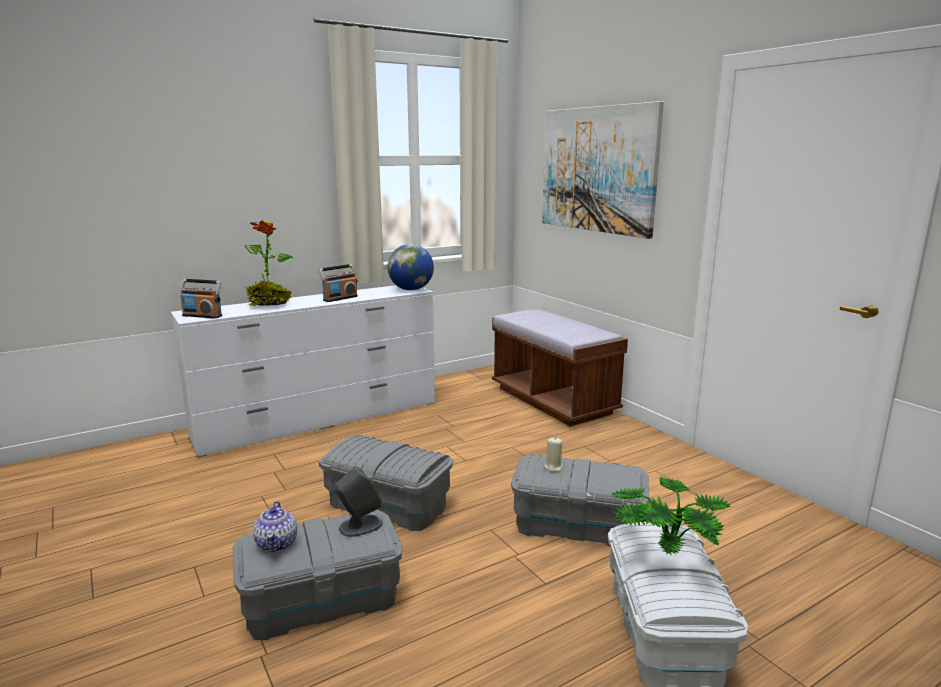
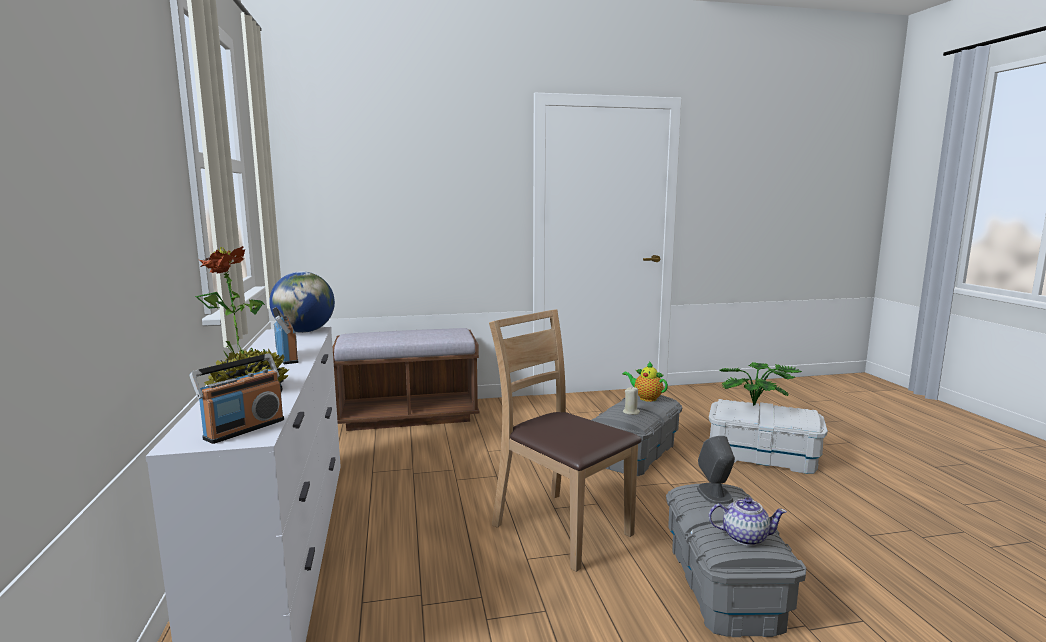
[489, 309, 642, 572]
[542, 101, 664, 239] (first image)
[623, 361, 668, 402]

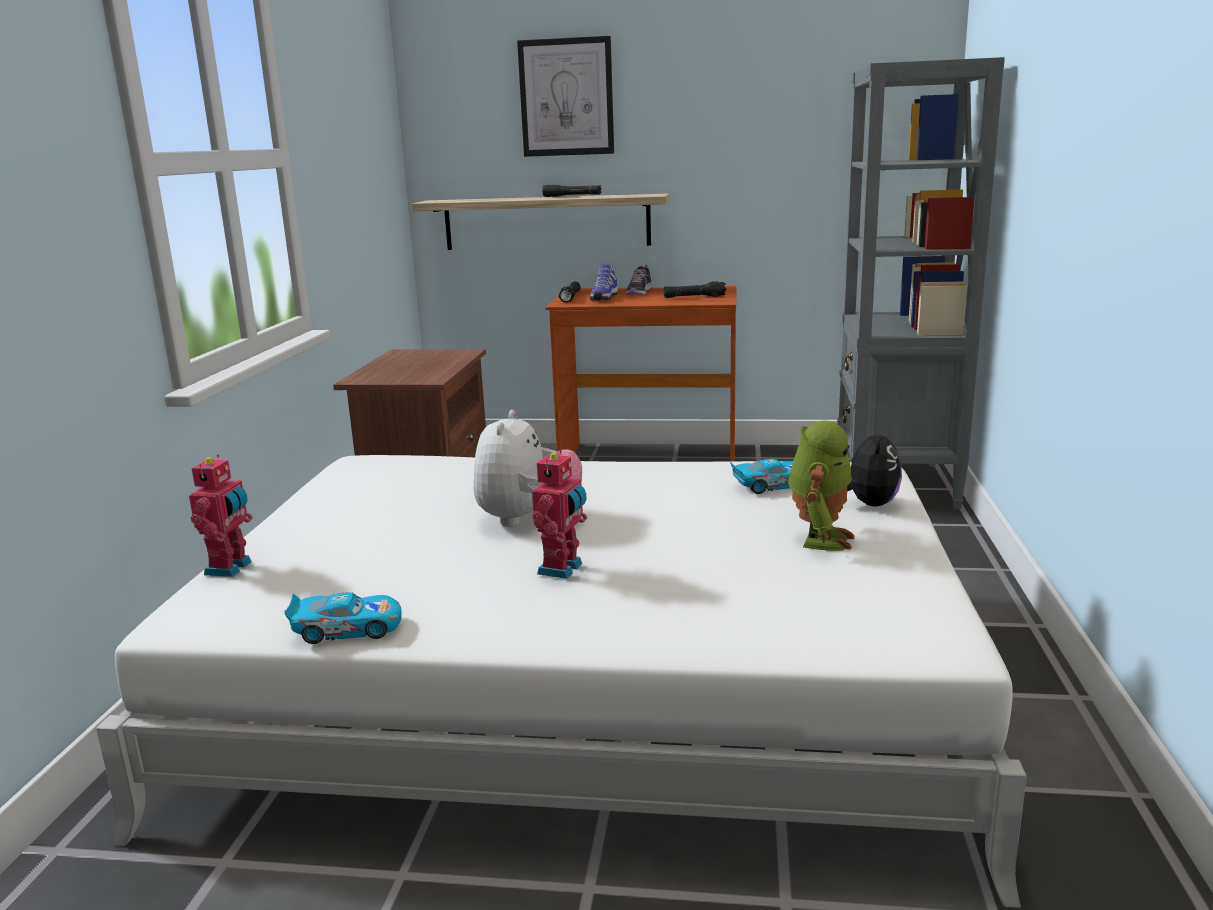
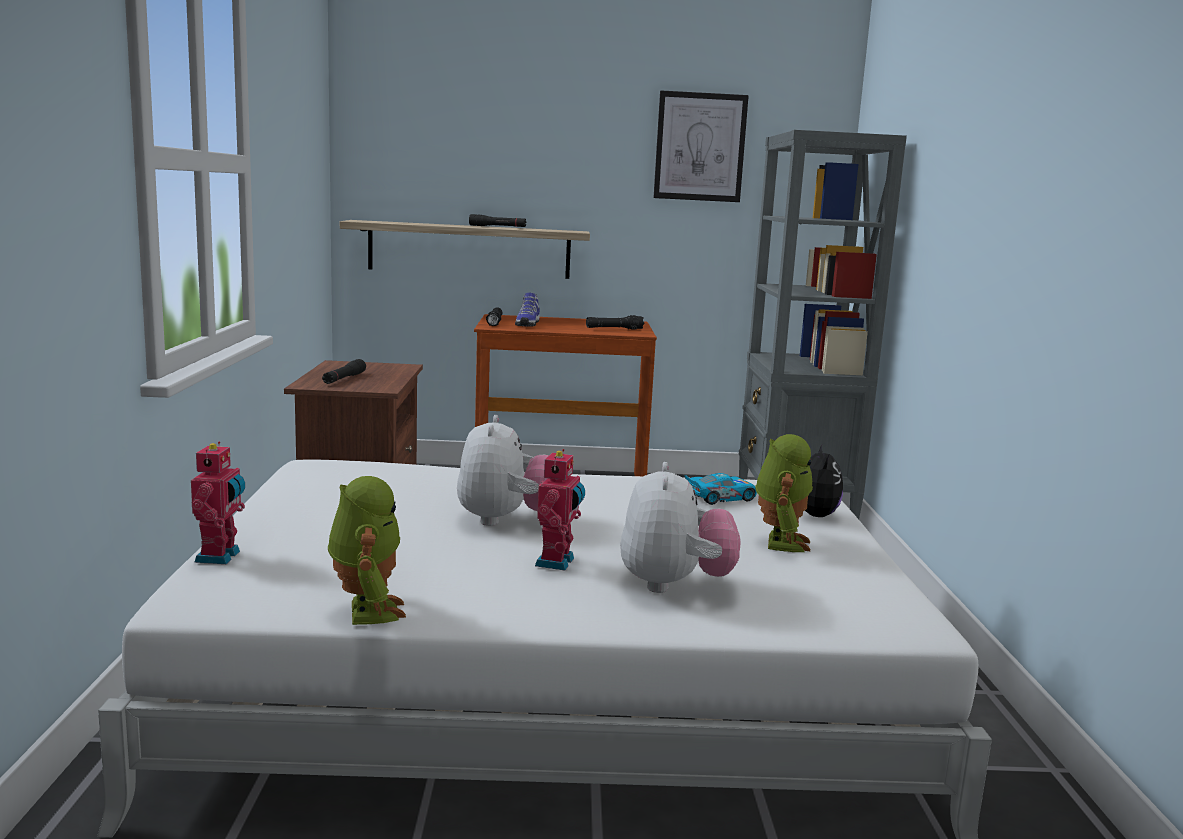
[328, 476, 406, 625]
[654, 90, 749, 202]
[625, 265, 652, 295] (first image)
[322, 359, 366, 384]
[620, 462, 740, 593]

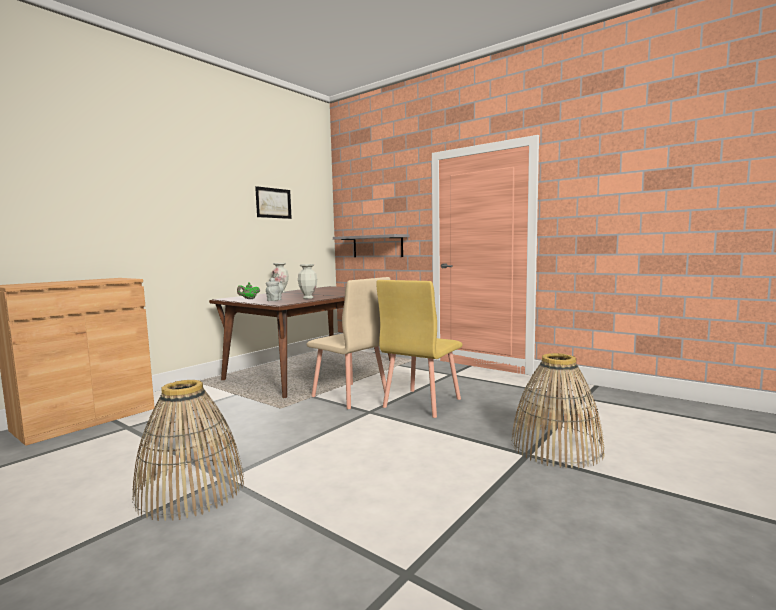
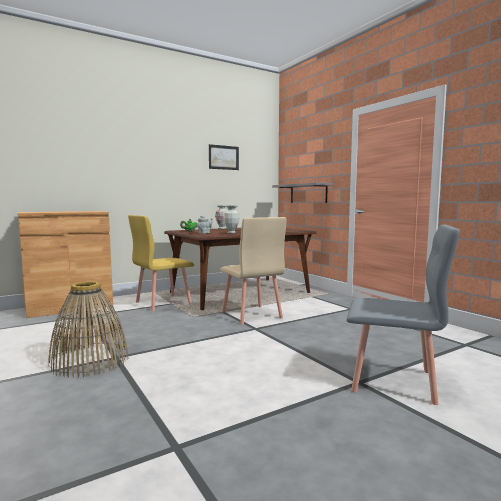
[128, 215, 194, 311]
[347, 224, 460, 405]

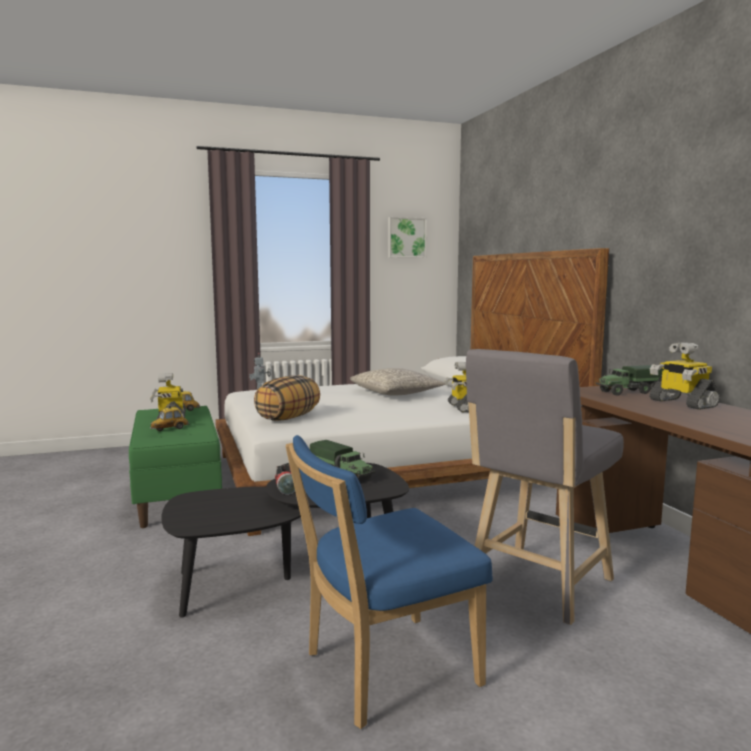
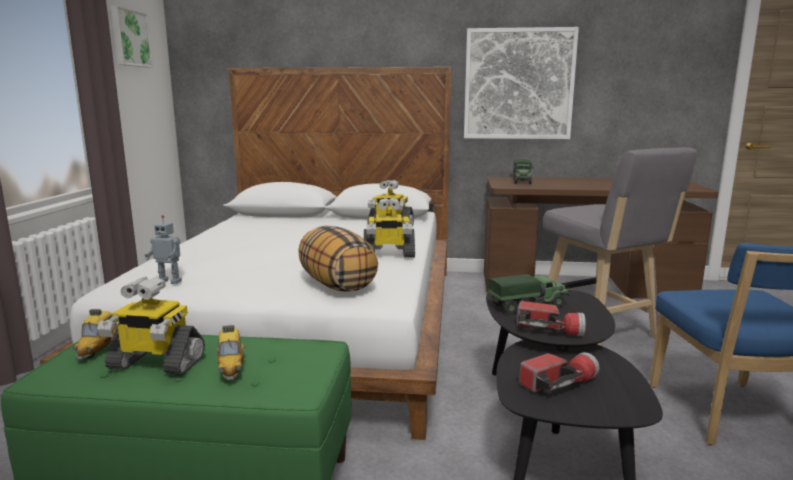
[350, 368, 445, 395] (first image)
[364, 198, 415, 258]
[464, 27, 579, 139]
[519, 352, 600, 393]

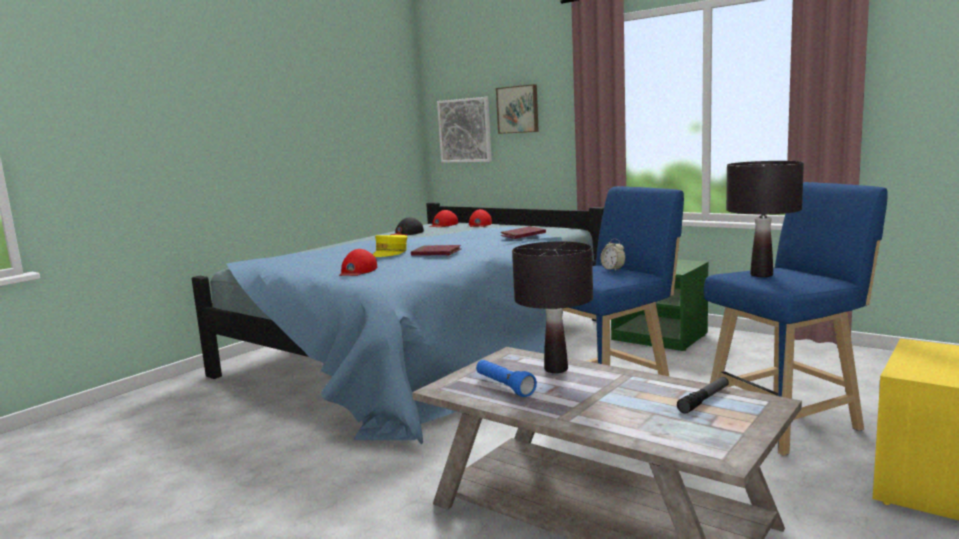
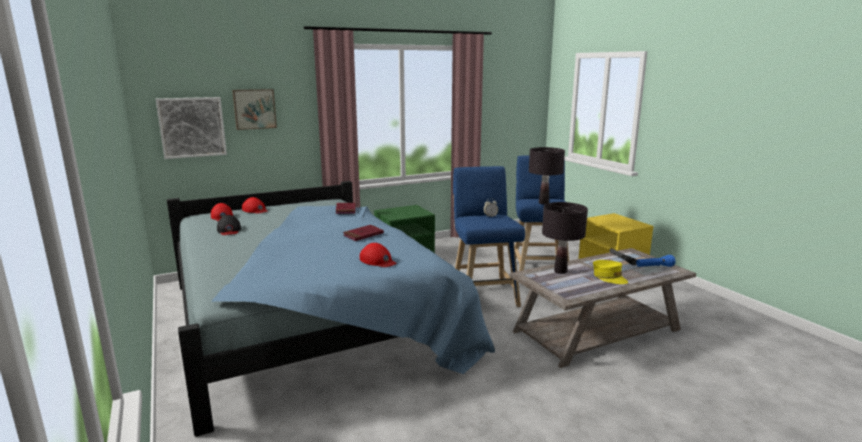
[593, 260, 628, 284]
[636, 255, 676, 267]

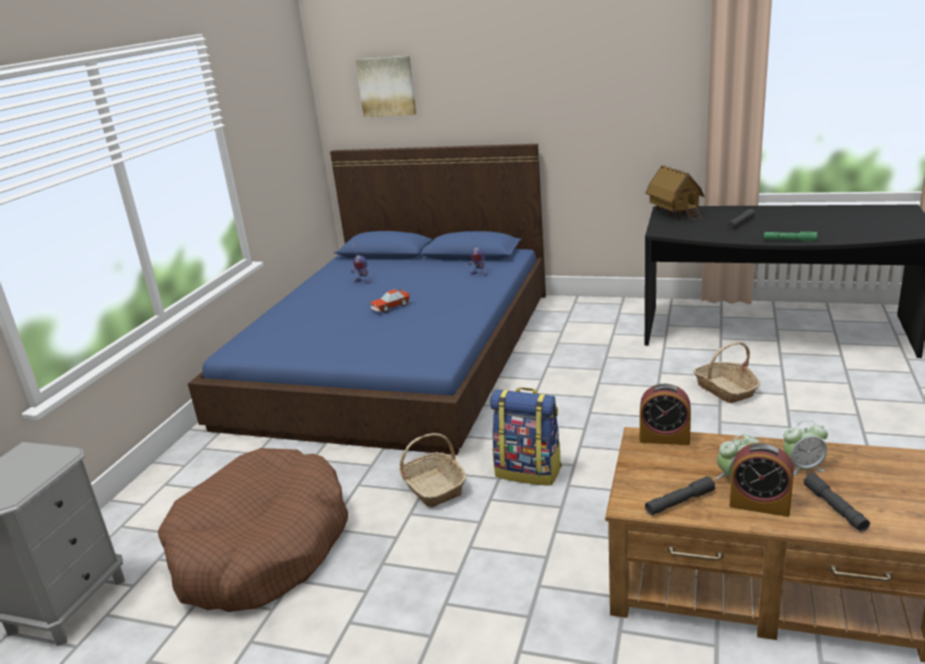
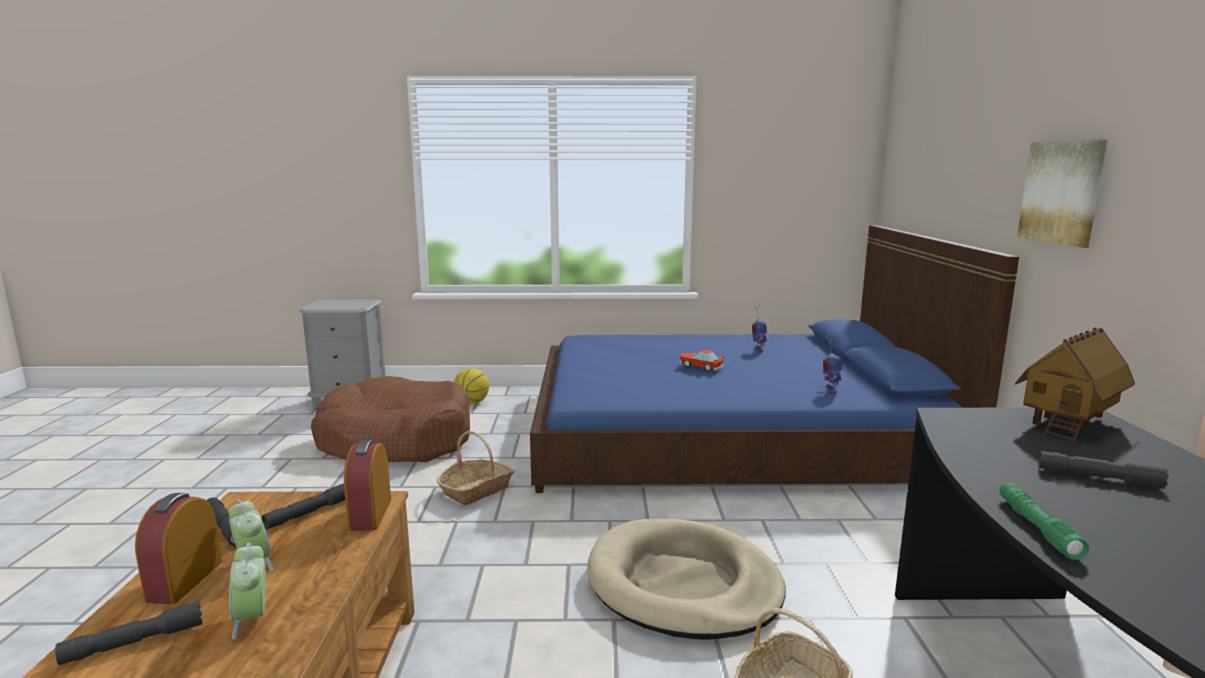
[1017, 139, 1108, 248]
[490, 388, 562, 486] (first image)
[262, 483, 345, 529]
[454, 368, 489, 404]
[587, 519, 786, 640]

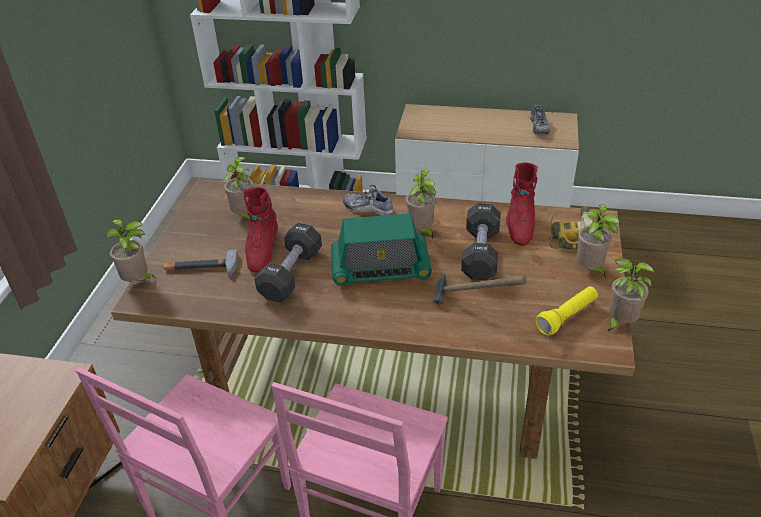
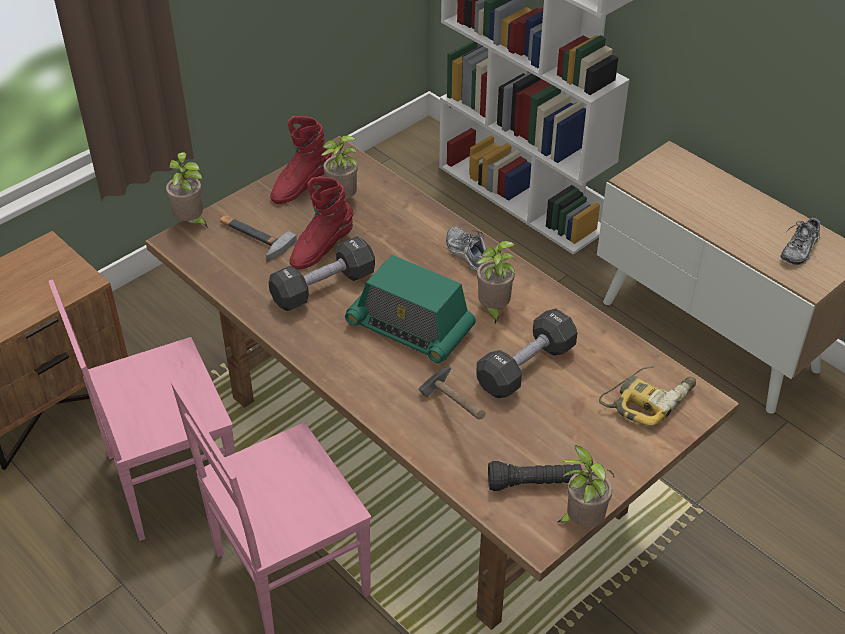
[270, 116, 332, 204]
[488, 461, 582, 491]
[576, 204, 619, 279] (first image)

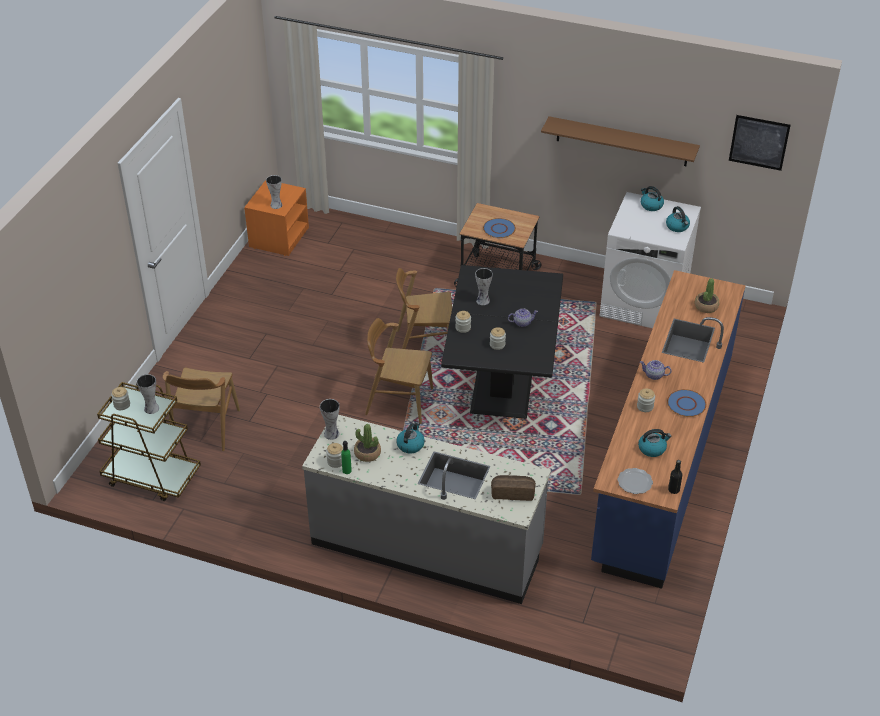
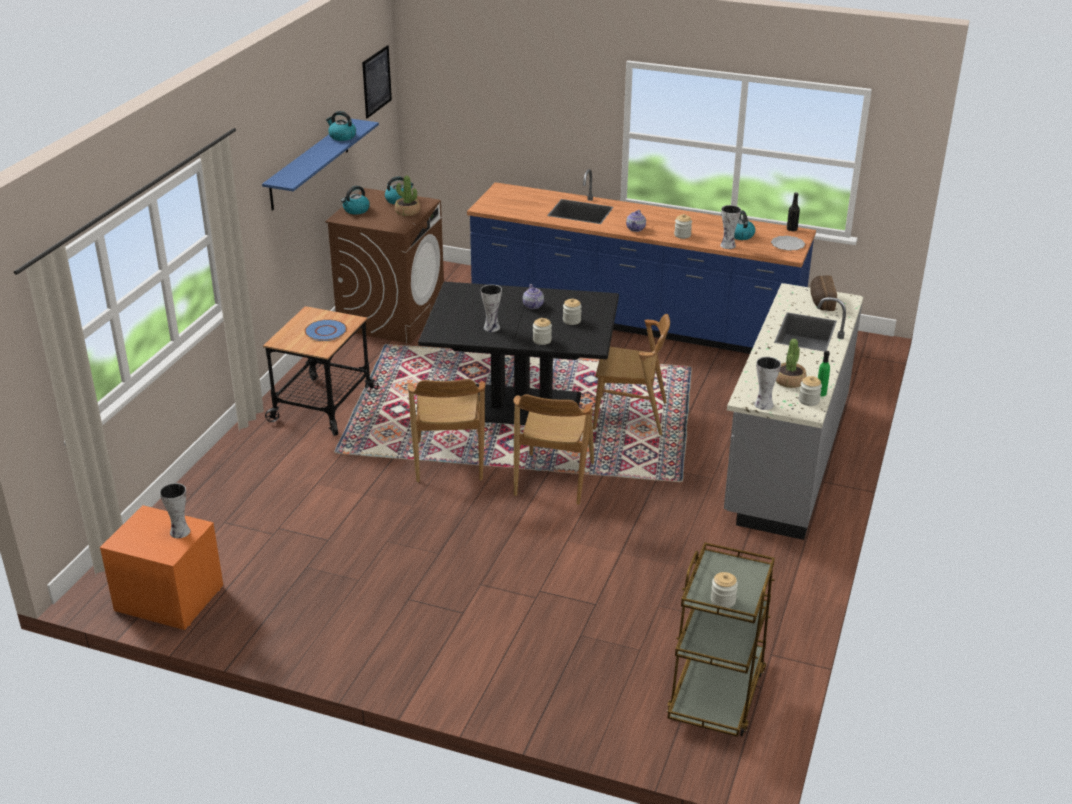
[720, 205, 741, 249]
[593, 314, 670, 435]
[326, 111, 356, 141]
[262, 119, 379, 211]
[325, 188, 444, 344]
[667, 389, 706, 417] (first image)
[395, 176, 420, 216]

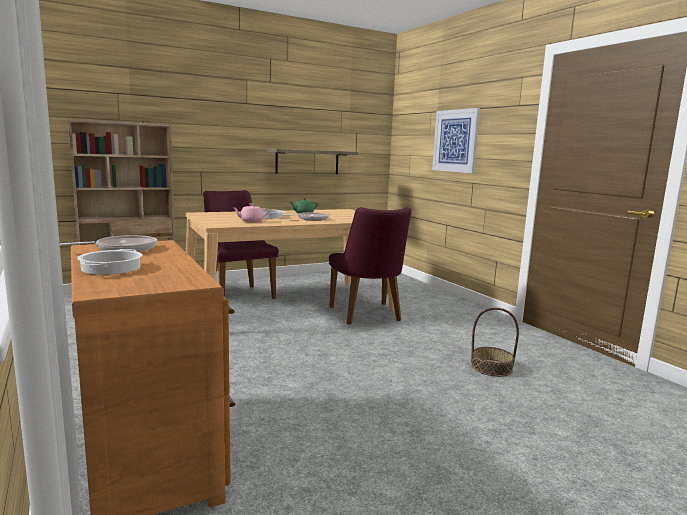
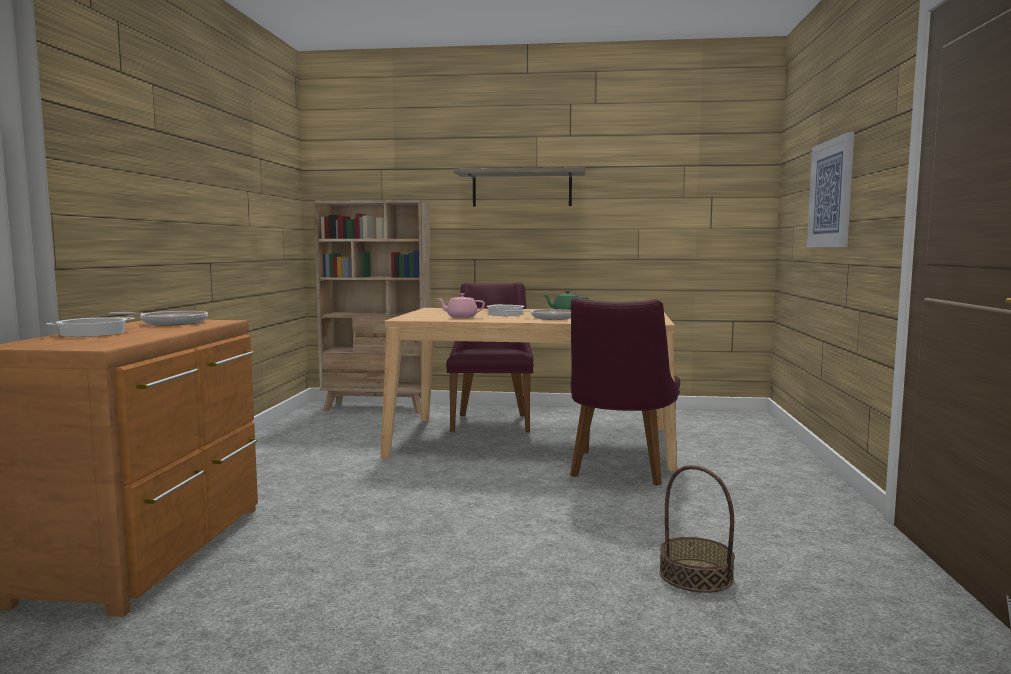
[454, 167, 585, 207]

